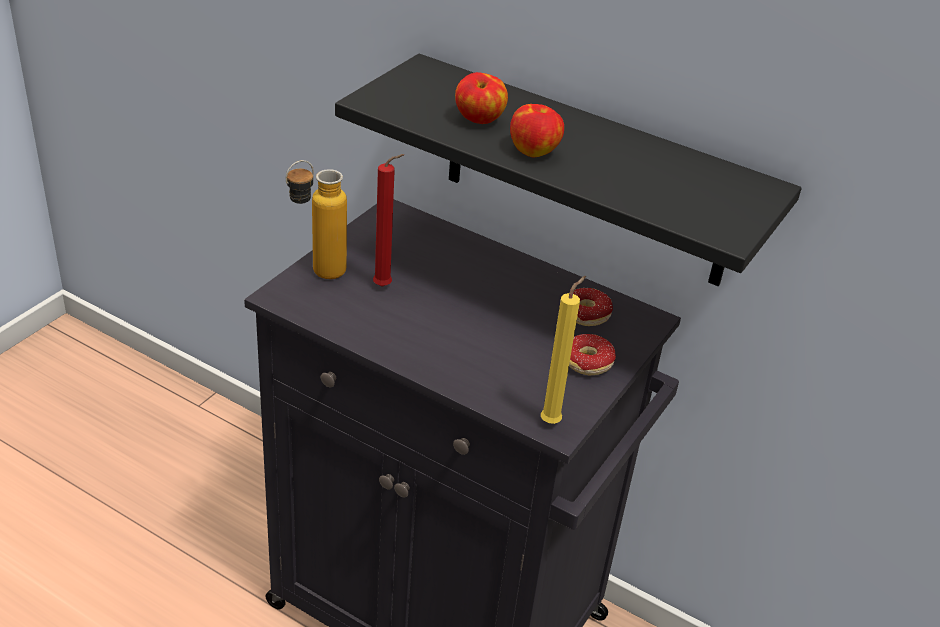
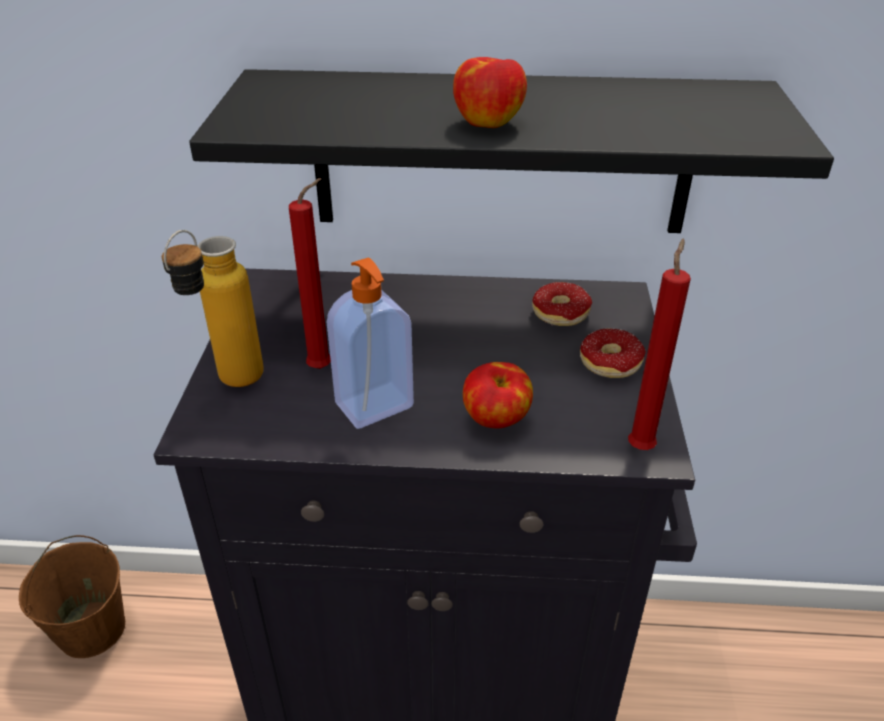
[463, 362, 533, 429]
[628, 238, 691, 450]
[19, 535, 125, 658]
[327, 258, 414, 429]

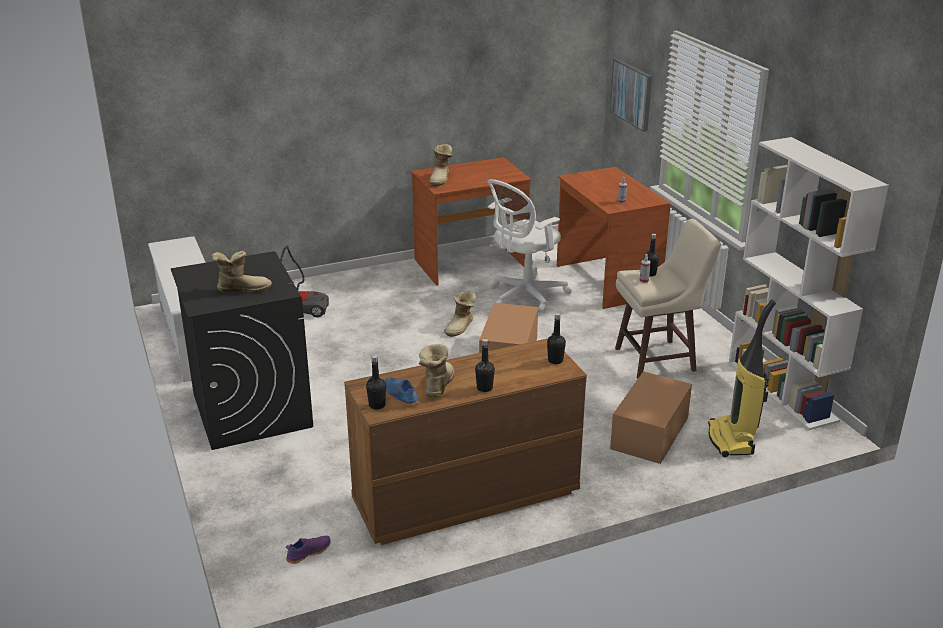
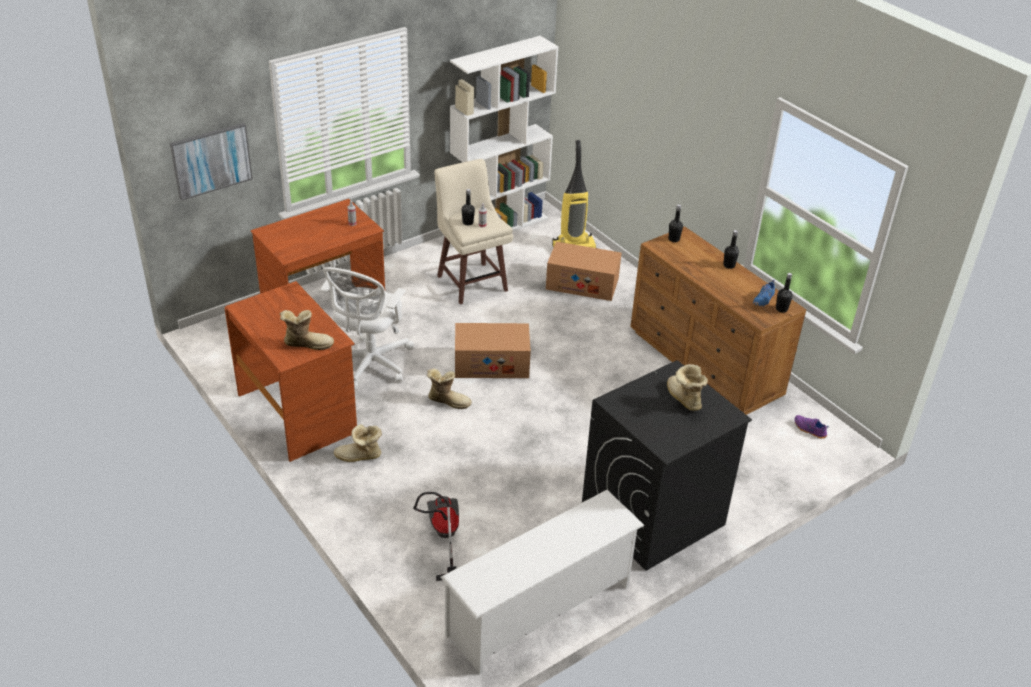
[334, 424, 382, 462]
[320, 267, 414, 390]

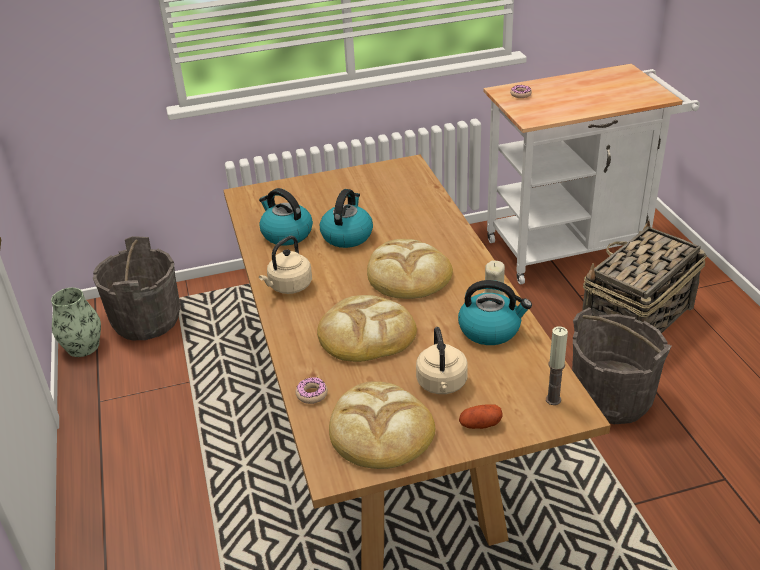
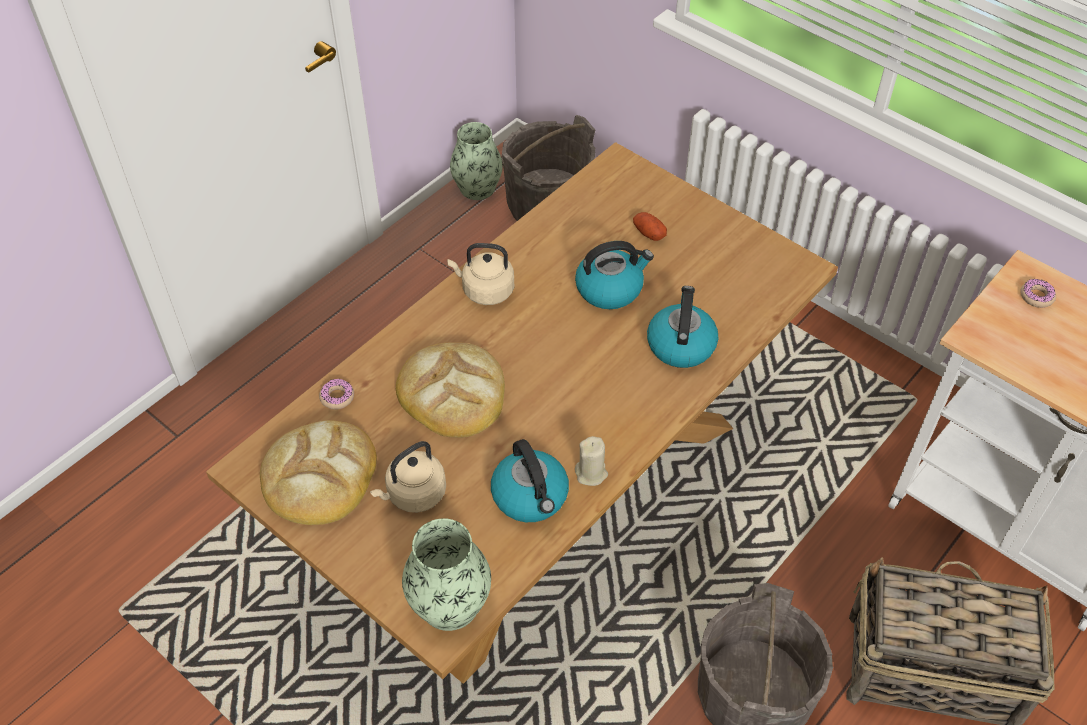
[647, 286, 718, 368]
[367, 239, 453, 299] (first image)
[633, 212, 667, 241]
[402, 518, 491, 631]

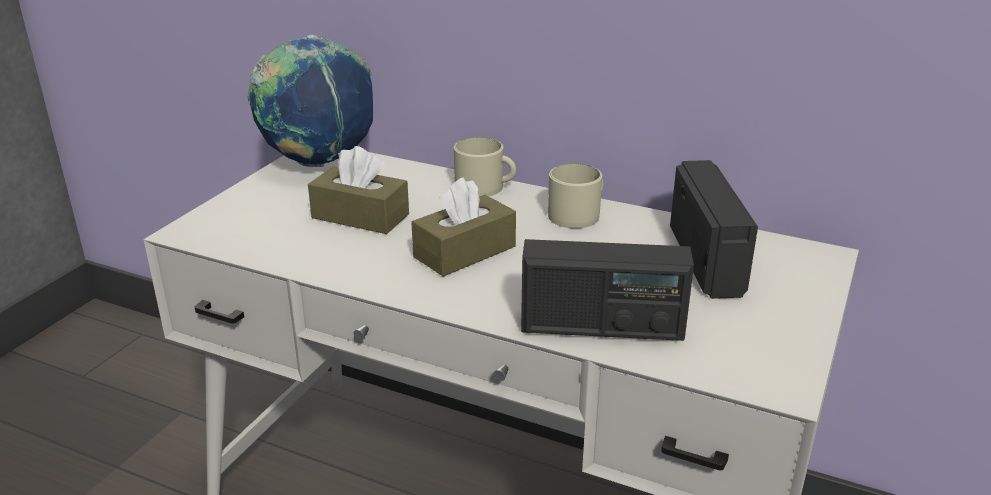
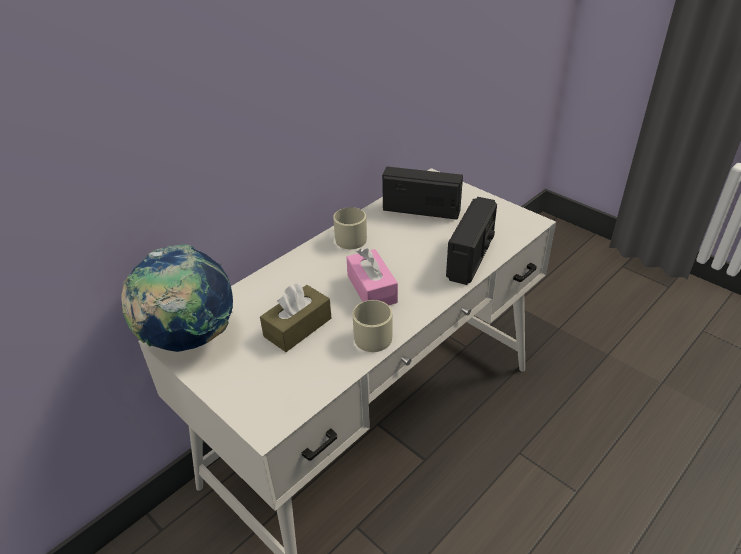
[346, 248, 398, 305]
[352, 300, 392, 352]

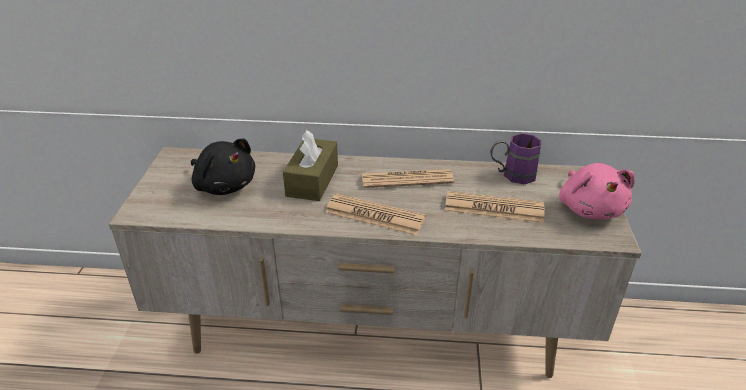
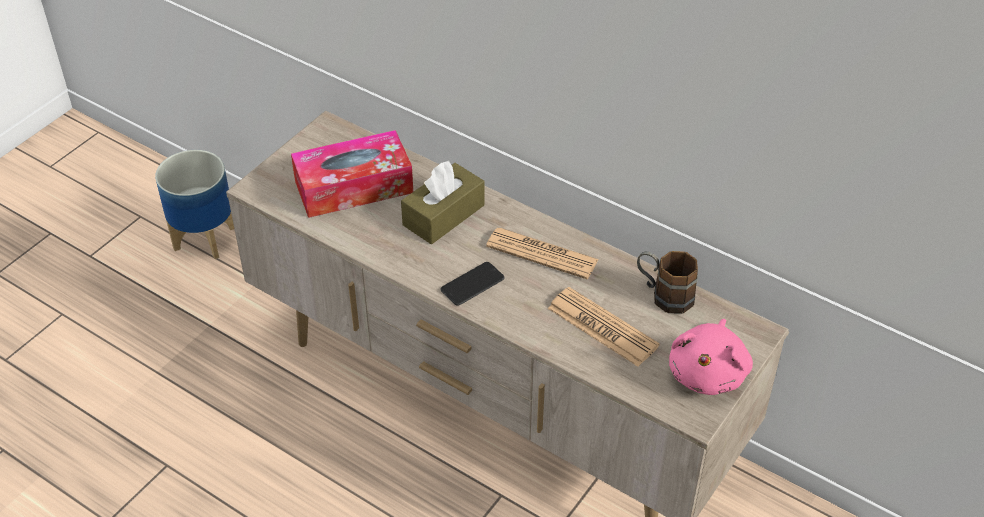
[291, 130, 413, 218]
[440, 262, 505, 306]
[637, 251, 698, 314]
[155, 150, 234, 259]

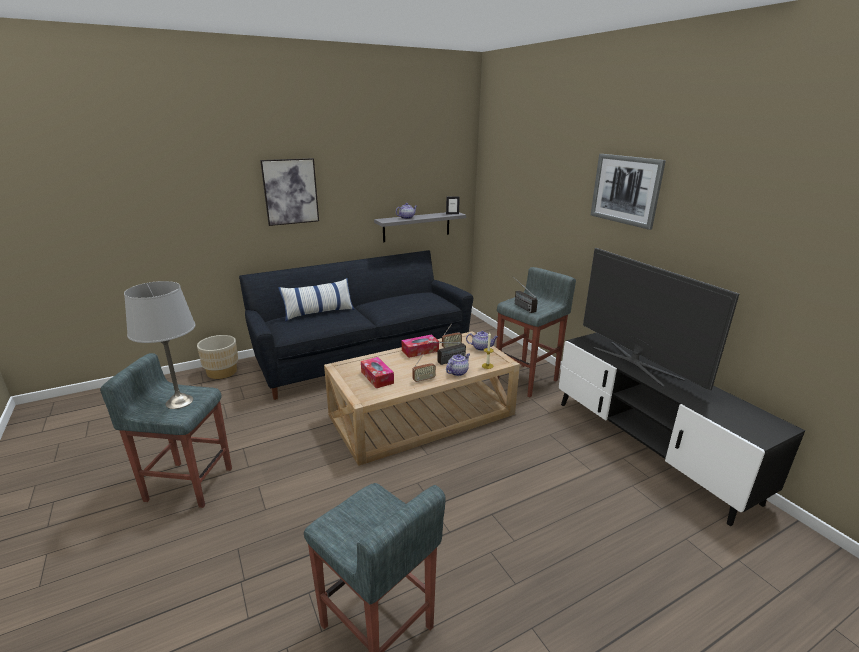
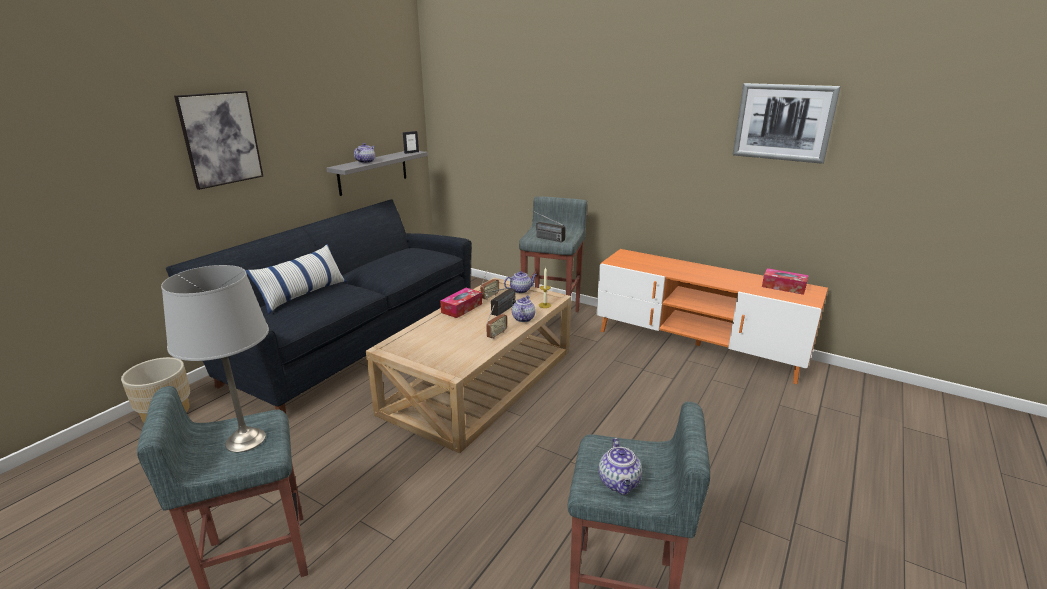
[762, 268, 809, 295]
[597, 249, 828, 384]
[583, 248, 739, 390] (first image)
[733, 83, 841, 164]
[599, 438, 642, 495]

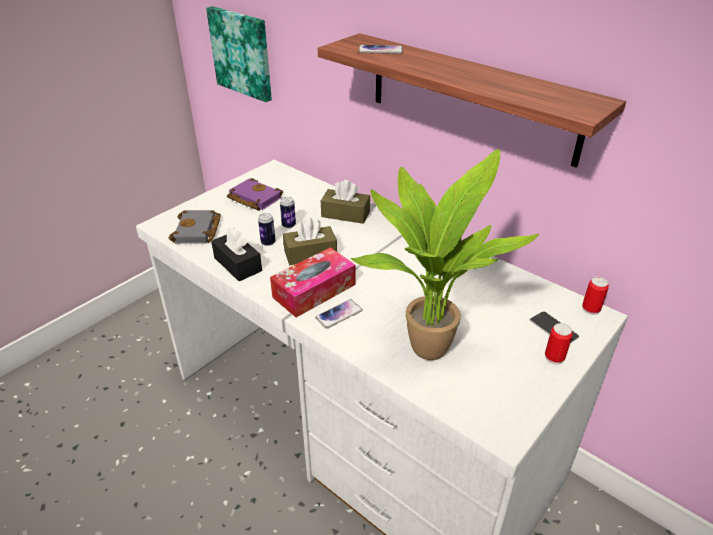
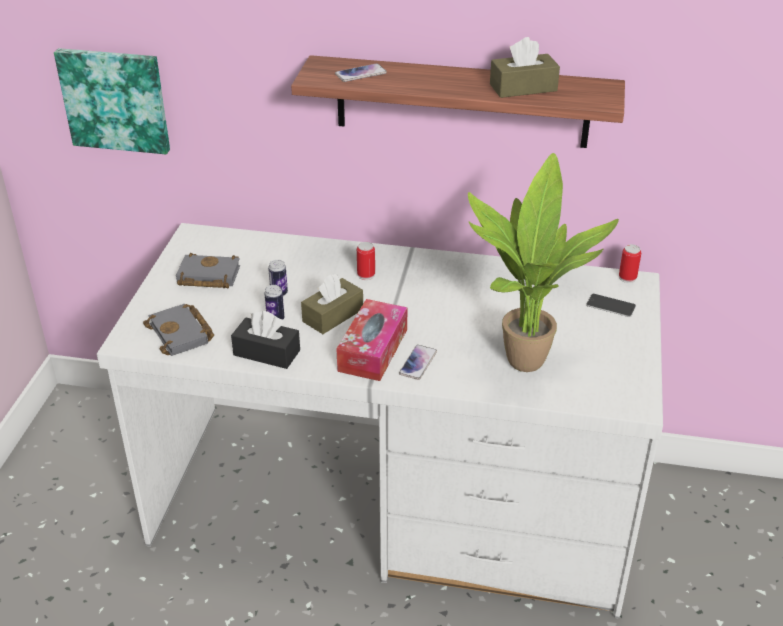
[176, 253, 240, 289]
[490, 37, 560, 98]
[357, 242, 375, 280]

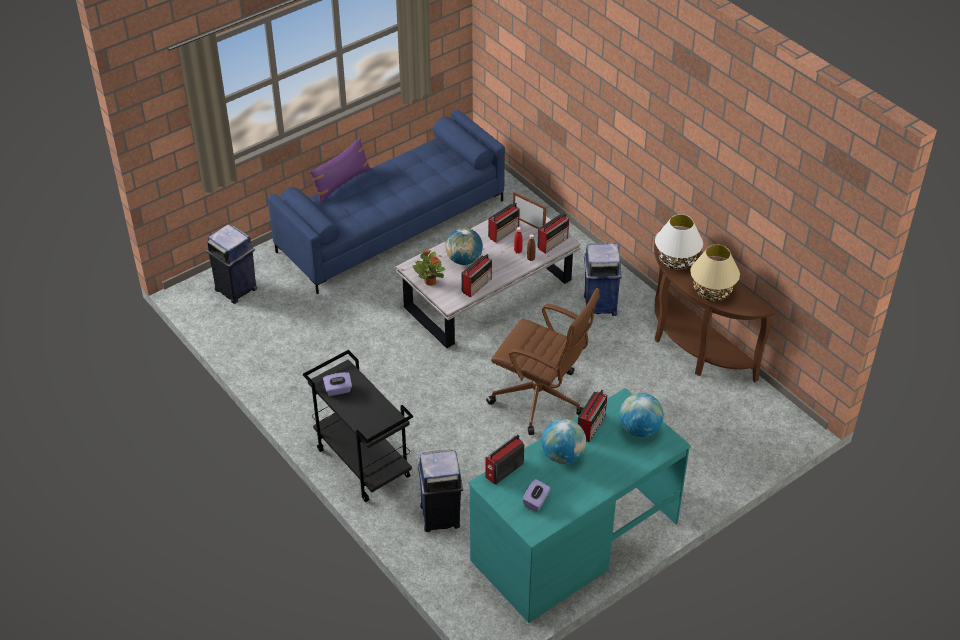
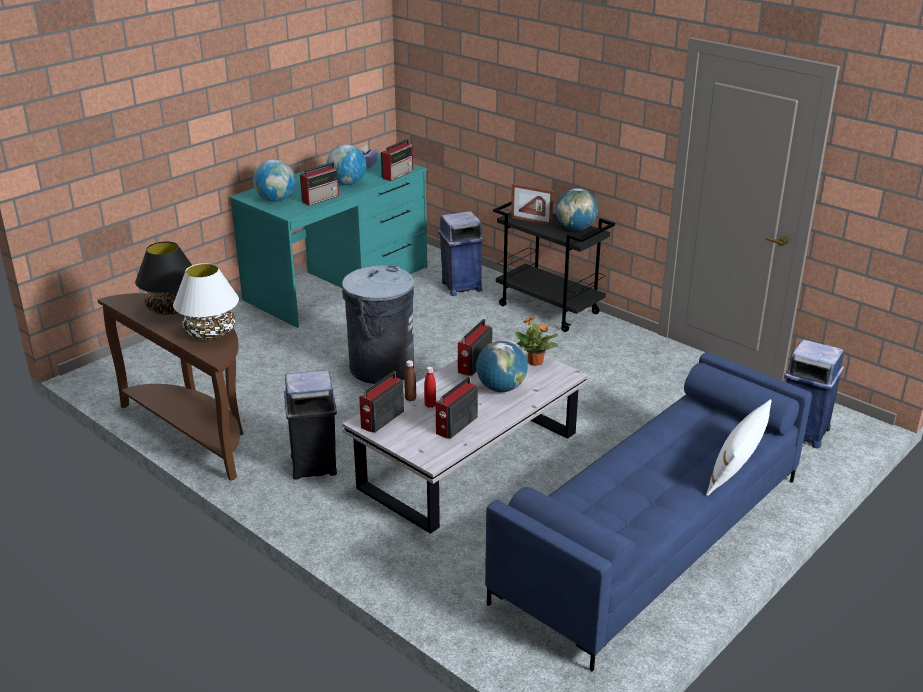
[706, 399, 772, 496]
[556, 188, 598, 231]
[342, 264, 414, 384]
[511, 184, 554, 225]
[300, 162, 339, 206]
[135, 241, 192, 315]

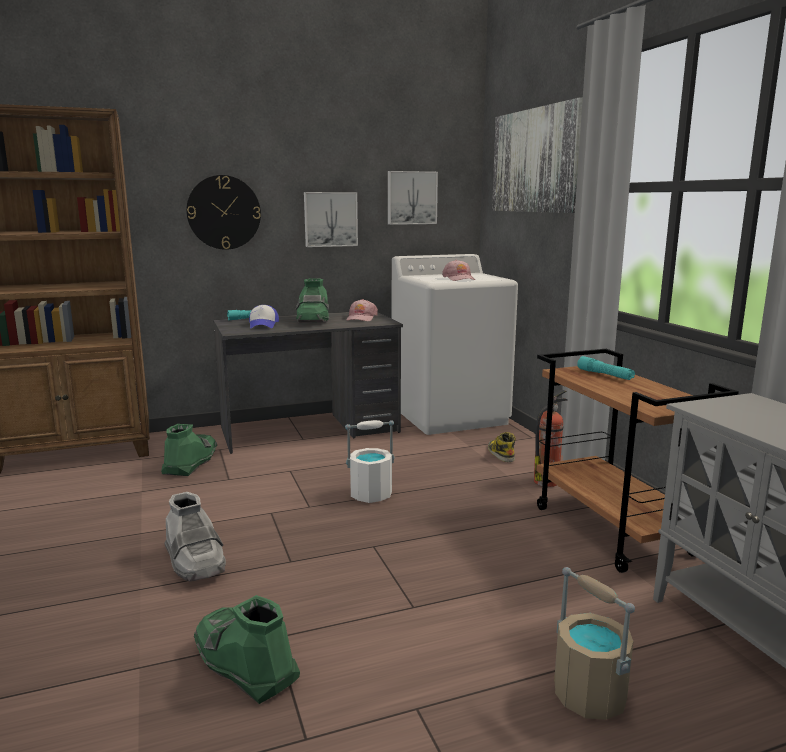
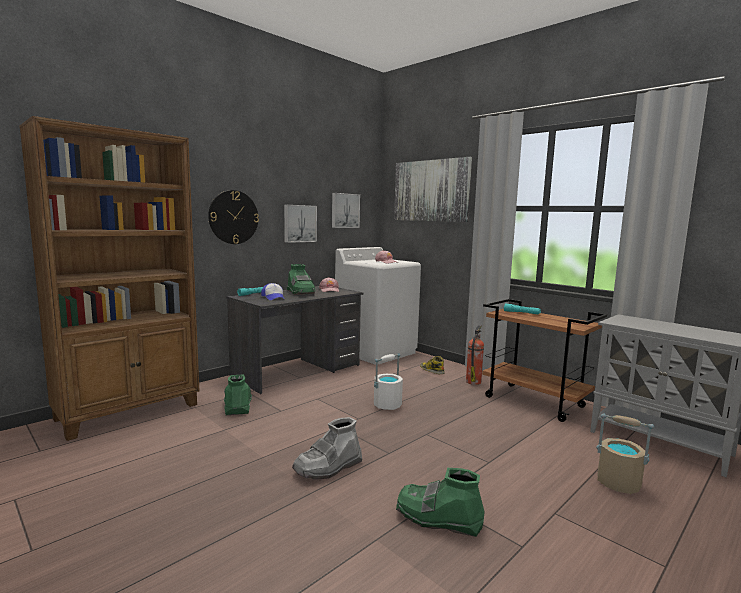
[292, 417, 362, 480]

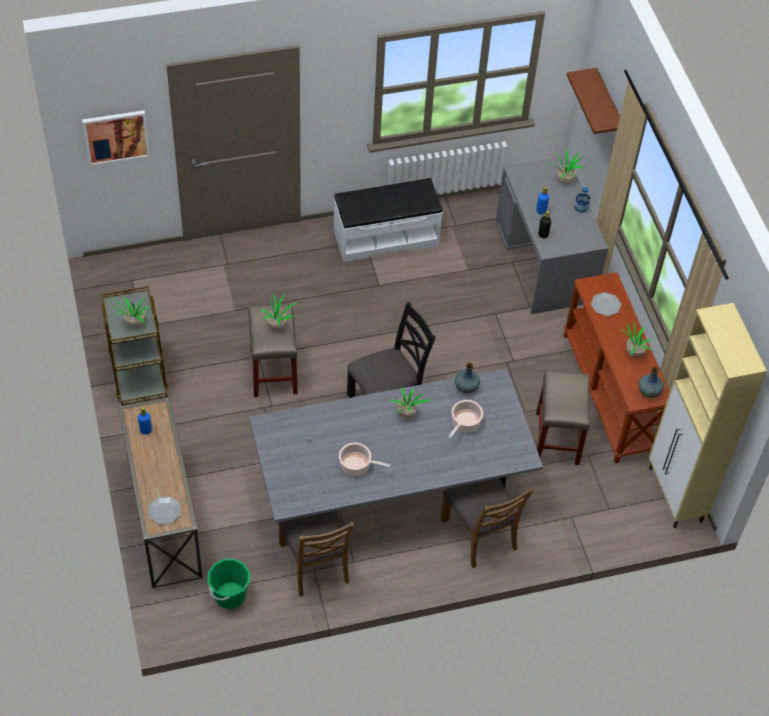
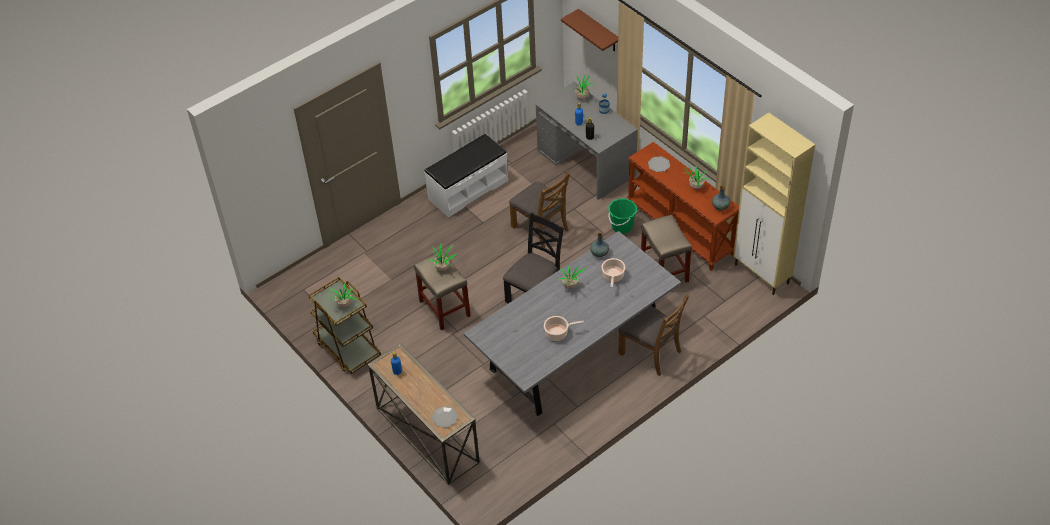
[82, 110, 150, 166] (first image)
[608, 199, 637, 234]
[509, 171, 570, 248]

